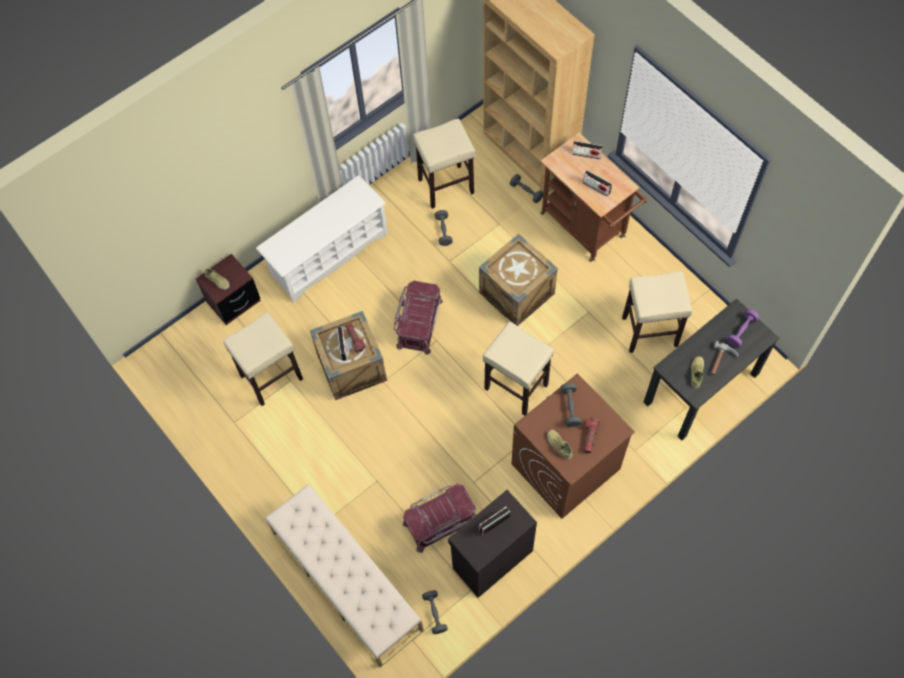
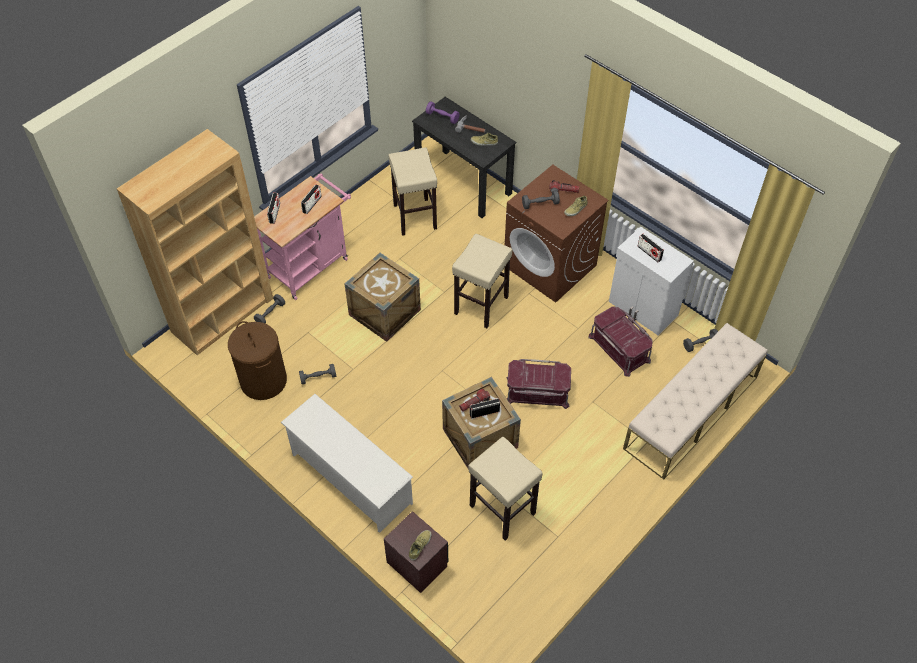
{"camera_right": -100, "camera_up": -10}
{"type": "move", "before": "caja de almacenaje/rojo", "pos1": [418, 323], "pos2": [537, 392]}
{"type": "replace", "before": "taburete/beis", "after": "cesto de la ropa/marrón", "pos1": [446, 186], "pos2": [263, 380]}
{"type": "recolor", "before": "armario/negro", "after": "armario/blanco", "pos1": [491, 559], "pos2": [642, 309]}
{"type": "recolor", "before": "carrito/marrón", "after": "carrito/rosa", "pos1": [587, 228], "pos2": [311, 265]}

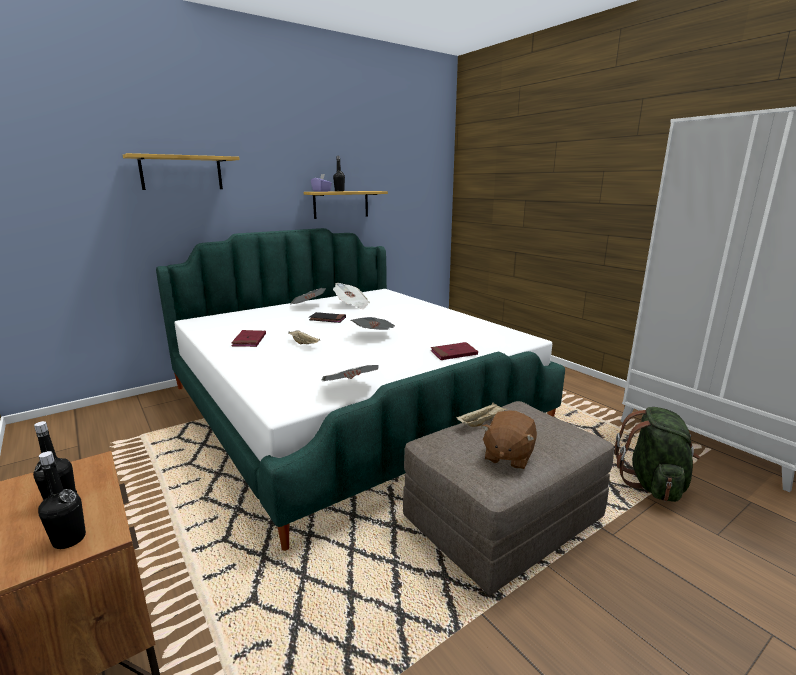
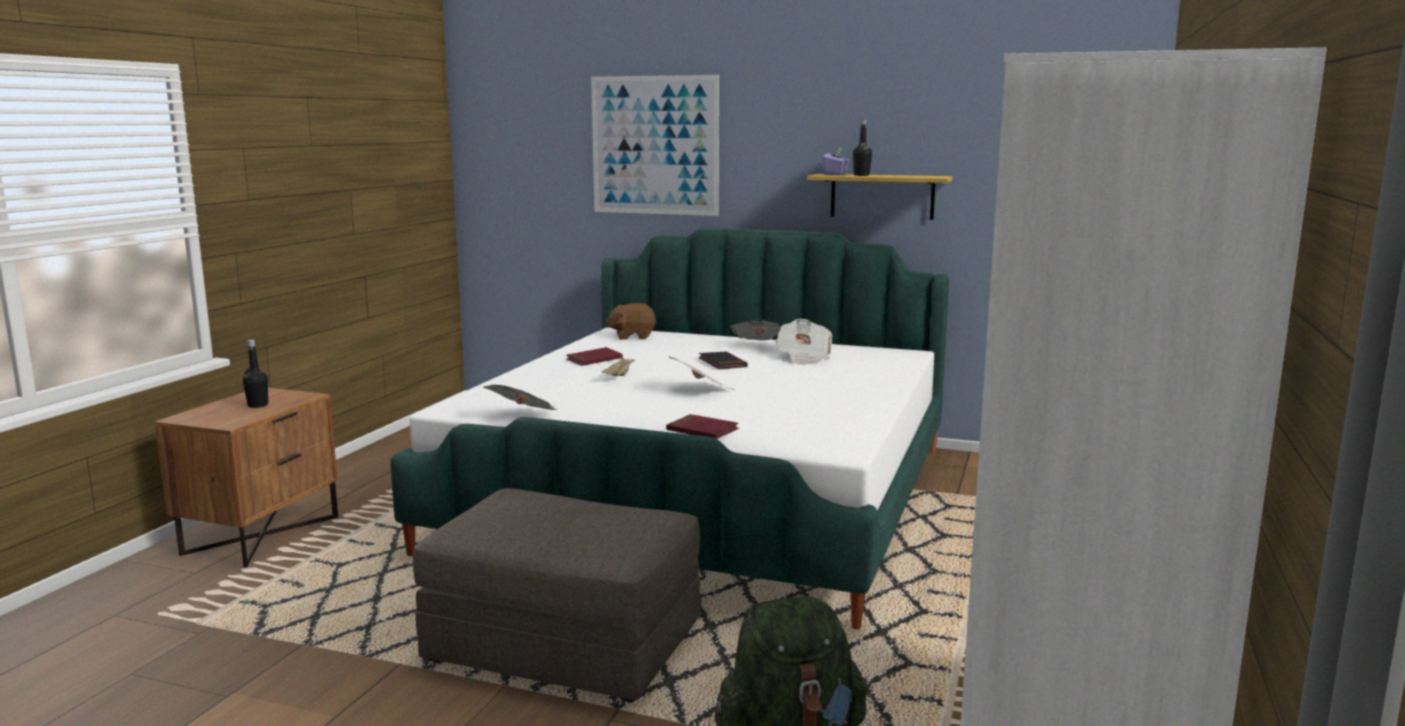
{"camera_right": 55, "camera_up": -5}
{"type": "delete", "before": "botella/negro", "pos1": [69, 539]}
{"type": "replace", "before": "estante", "after": "cuadro", "pos1": [181, 173], "pos2": [654, 145]}
{"type": "delete", "before": "bandeja/beis", "pos1": [481, 422]}
{"type": "move", "before": "peluche/marrón", "pos1": [507, 456], "pos2": [632, 336]}

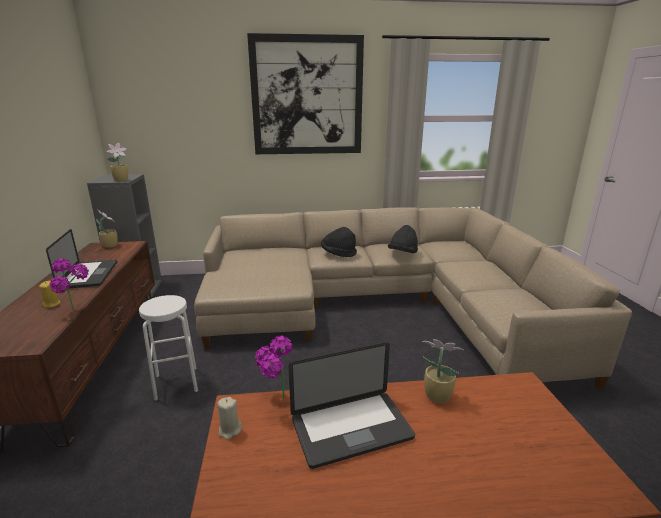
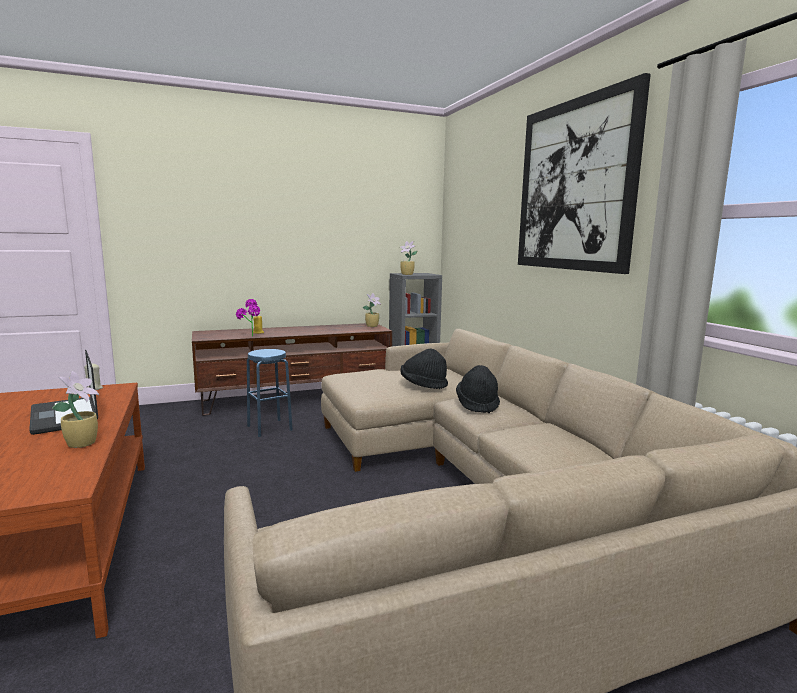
{"camera_right": 75, "camera_up": -10}
{"type": "delete", "before": "portátil", "pos1": [89, 275]}
{"type": "recolor", "before": "taburete/blanco", "after": "taburete/azul", "pos1": [176, 383], "pos2": [269, 428]}
{"type": "delete", "before": "planta en maceta", "pos1": [275, 400]}
{"type": "move", "before": "sombrero/negro", "pos1": [403, 253], "pos2": [423, 385]}

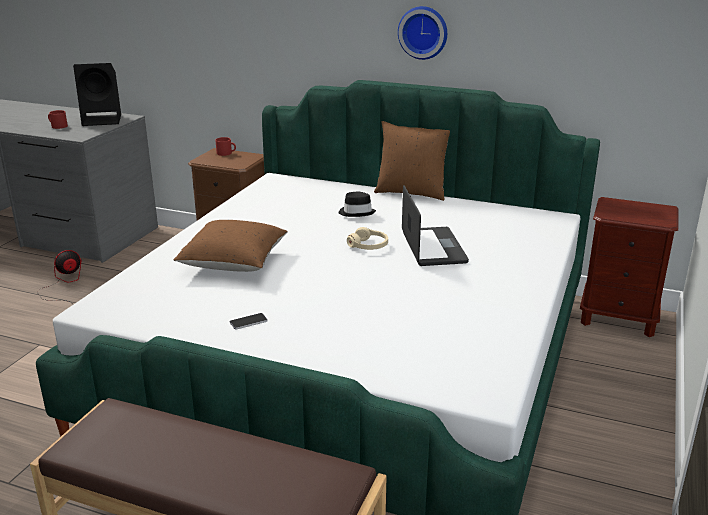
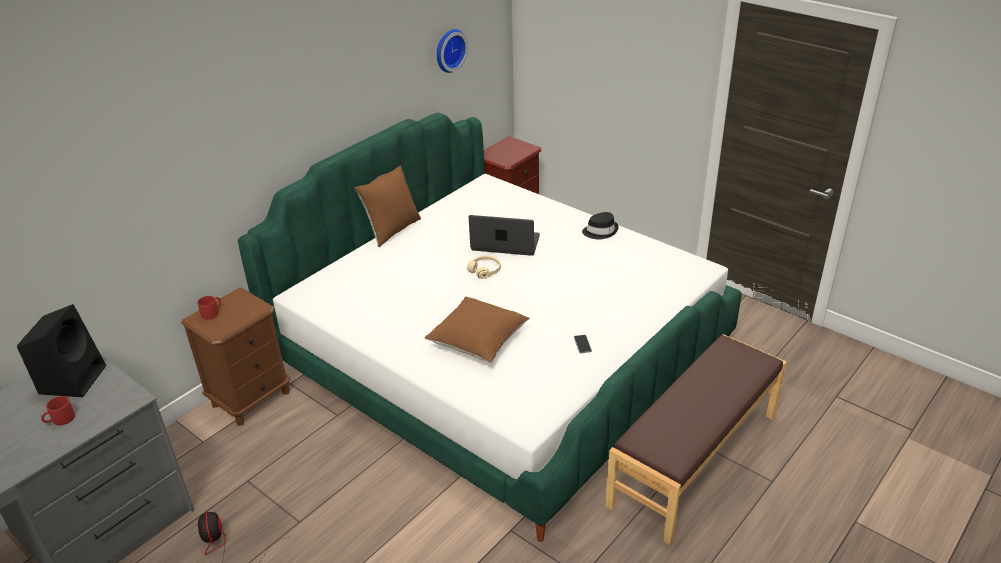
{"camera_right": -70, "camera_up": 10}
{"type": "move", "before": "sombrero/negro", "pos1": [356, 212], "pos2": [600, 231]}
{"type": "move", "before": "reloj de pared", "pos1": [423, 32], "pos2": [449, 50]}

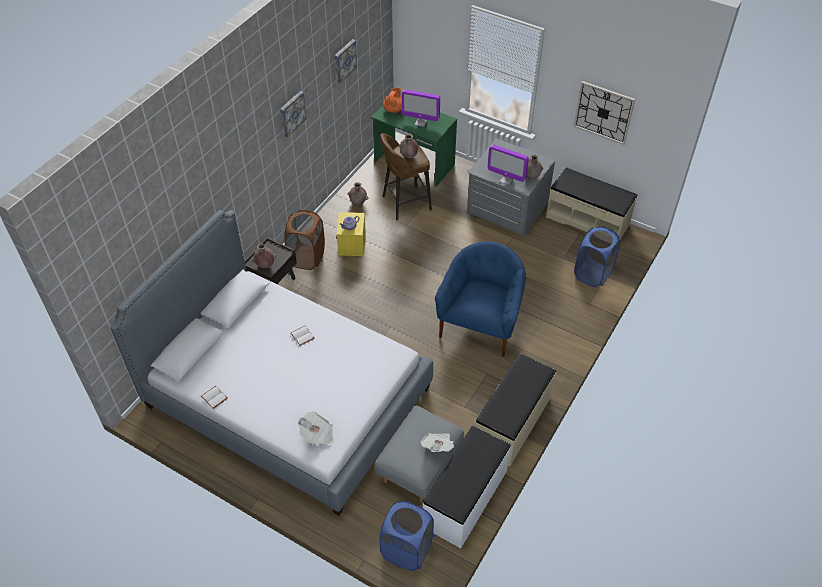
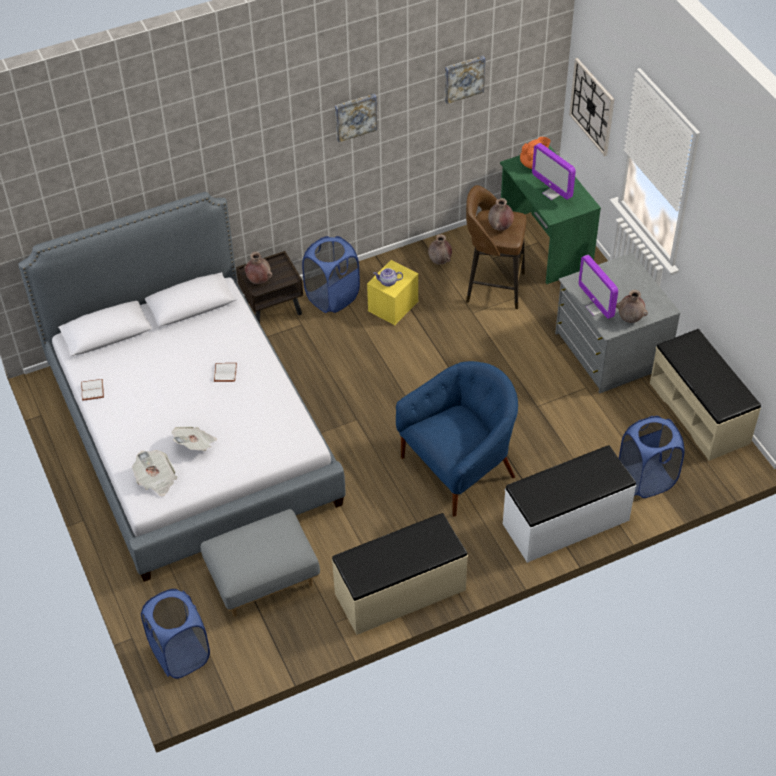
{"camera_right": 35, "camera_up": 0}
{"type": "recolor", "before": "cesto de la ropa/marrón", "after": "cesto de la ropa/azul", "pos1": [307, 257], "pos2": [332, 297]}
{"type": "move", "before": "periódico", "pos1": [438, 446], "pos2": [195, 445]}
{"type": "move", "before": "banco/blanco", "pos1": [466, 499], "pos2": [566, 523]}
{"type": "move", "before": "reloj de pared", "pos1": [603, 112], "pos2": [592, 106]}

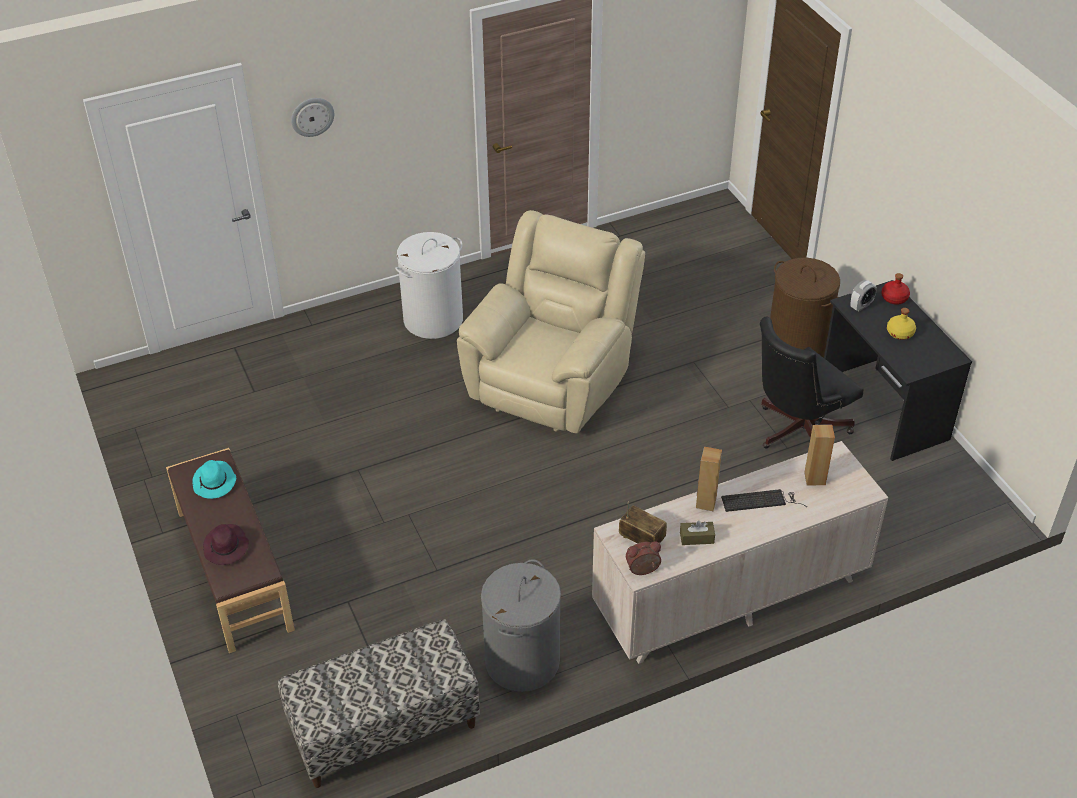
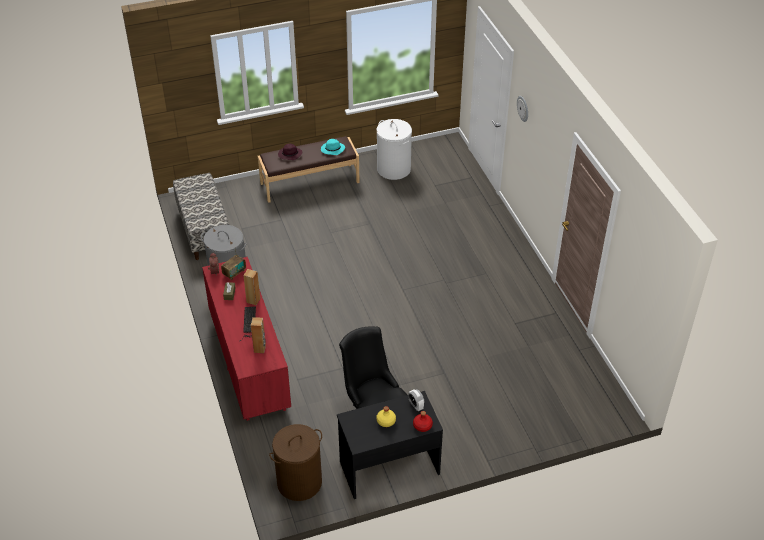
{"camera_right": 95, "camera_up": 0}
{"type": "move", "before": "cesto de la ropa/blanco", "pos1": [433, 320], "pos2": [393, 169]}
{"type": "delete", "before": "sillón/beis", "pos1": [552, 380]}
{"type": "recolor", "before": "cómoda/beis", "after": "cómoda/rojo", "pos1": [730, 596], "pos2": [249, 363]}
{"type": "move", "before": "cesto de la ropa/marrón", "pos1": [796, 346], "pos2": [299, 482]}

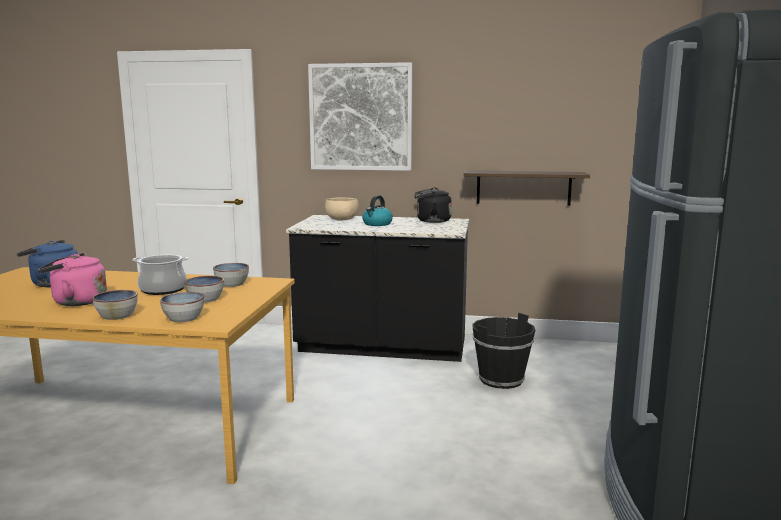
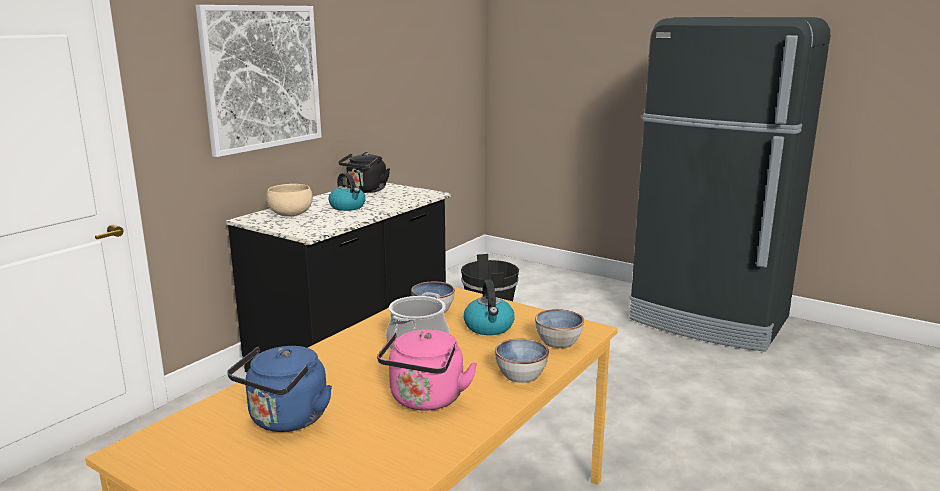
{"camera_right": -65, "camera_up": 5}
{"type": "replace", "before": "cuenco", "after": "hervidor", "pos1": [206, 299], "pos2": [489, 327]}
{"type": "delete", "before": "estante", "pos1": [523, 188]}

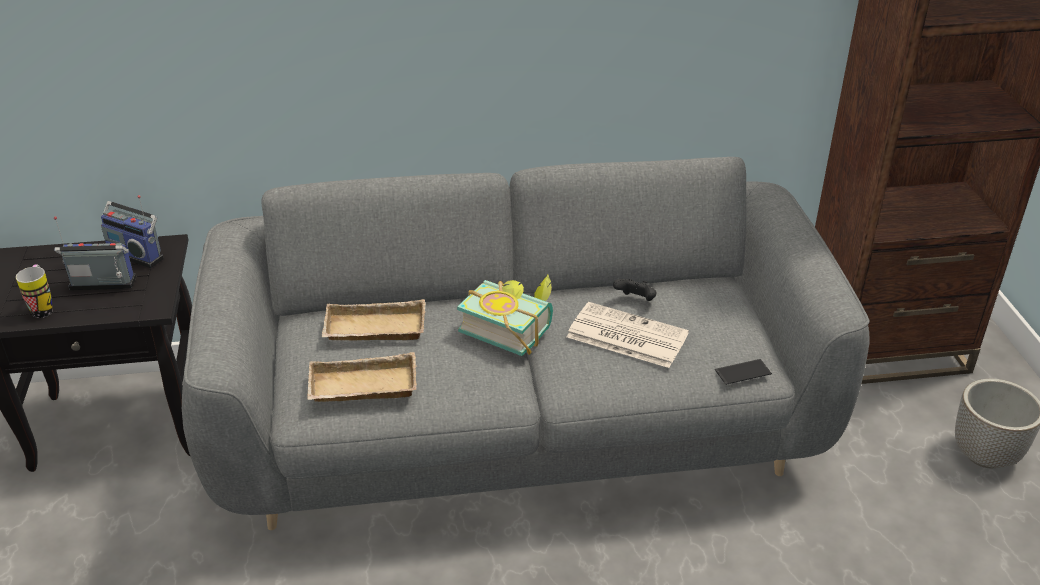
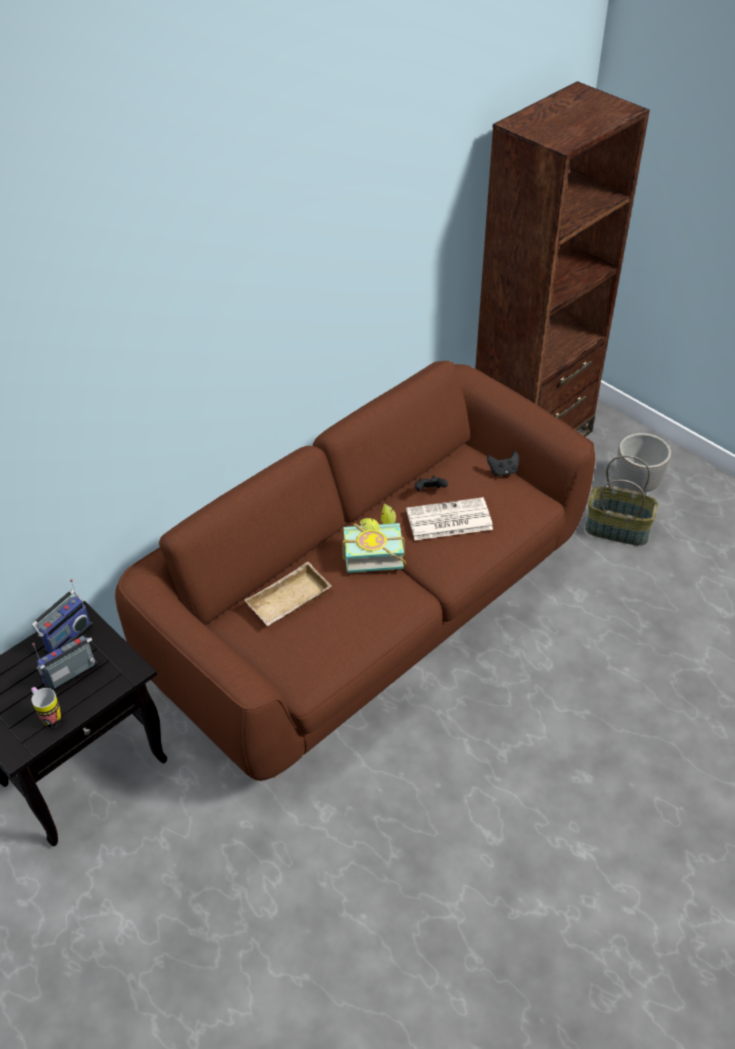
{"camera_right": -35, "camera_up": 10}
{"type": "rotate", "before": "radio", "pos1": [137, 254], "pos2": [66, 636], "turn": -45}
{"type": "recolor", "before": "sofá/gris", "after": "sofá/marrón", "pos1": [519, 431], "pos2": [369, 615]}
{"type": "delete", "before": "bandeja/beis", "pos1": [361, 388]}
{"type": "delete", "before": "móvil", "pos1": [743, 372]}
{"type": "insert", "after": "mando de consola/negro", "pos2": [503, 471]}
{"type": "insert", "after": "cesta", "pos2": [618, 529]}

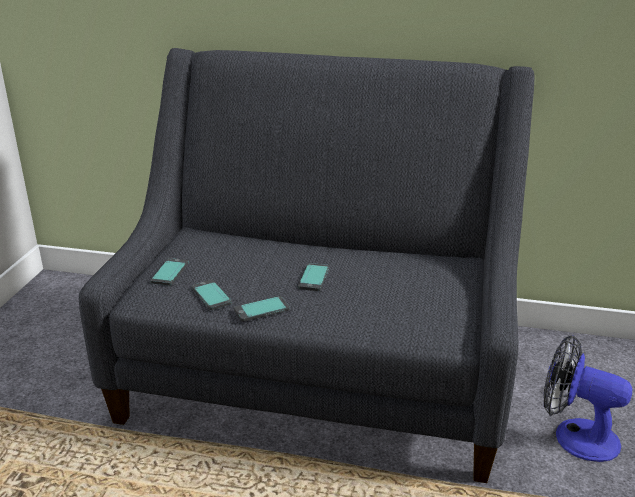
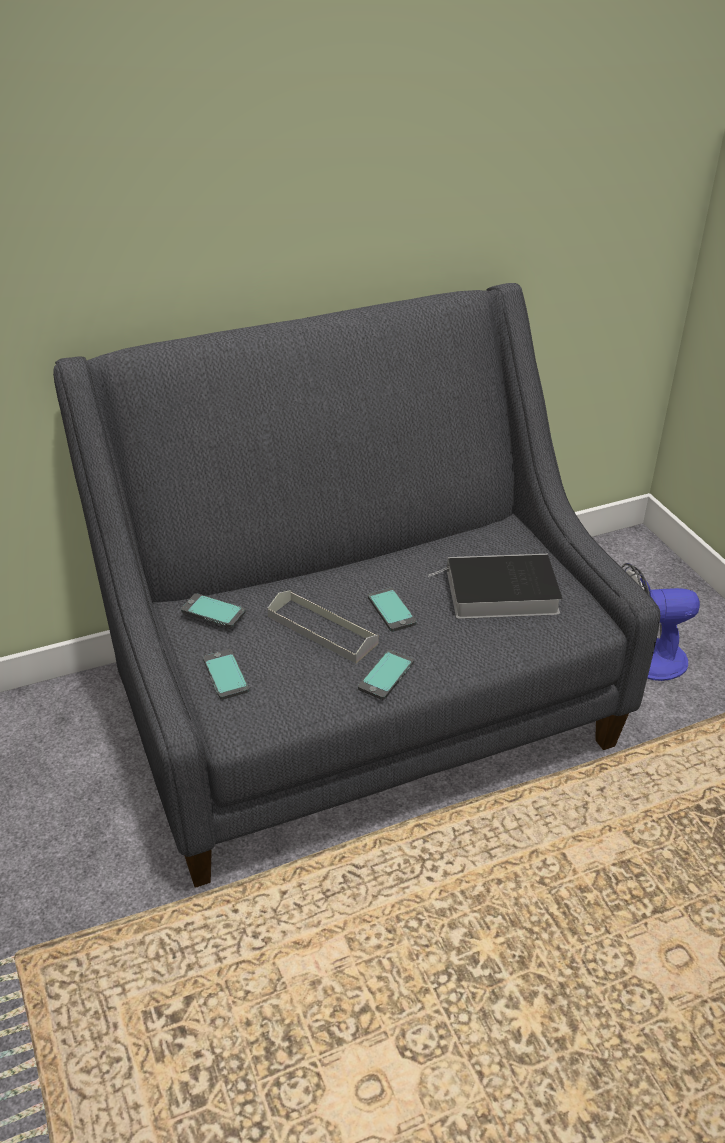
{"camera_right": -35, "camera_up": 10}
{"type": "move", "before": "móvil", "pos1": [211, 296], "pos2": [213, 612]}
{"type": "insert", "after": "bandeja/gris", "pos2": [322, 630]}
{"type": "insert", "after": "libro", "pos2": [498, 593]}

